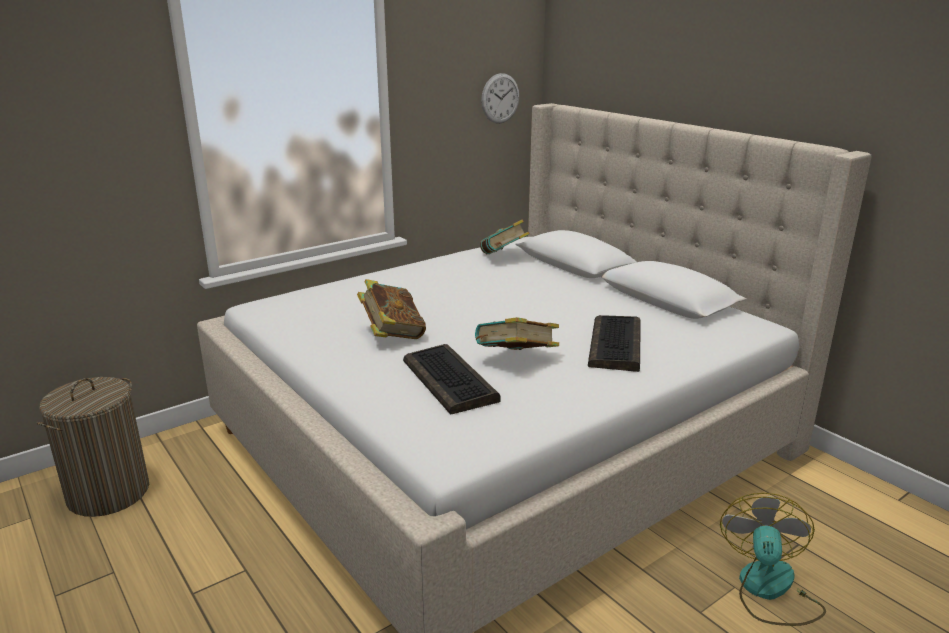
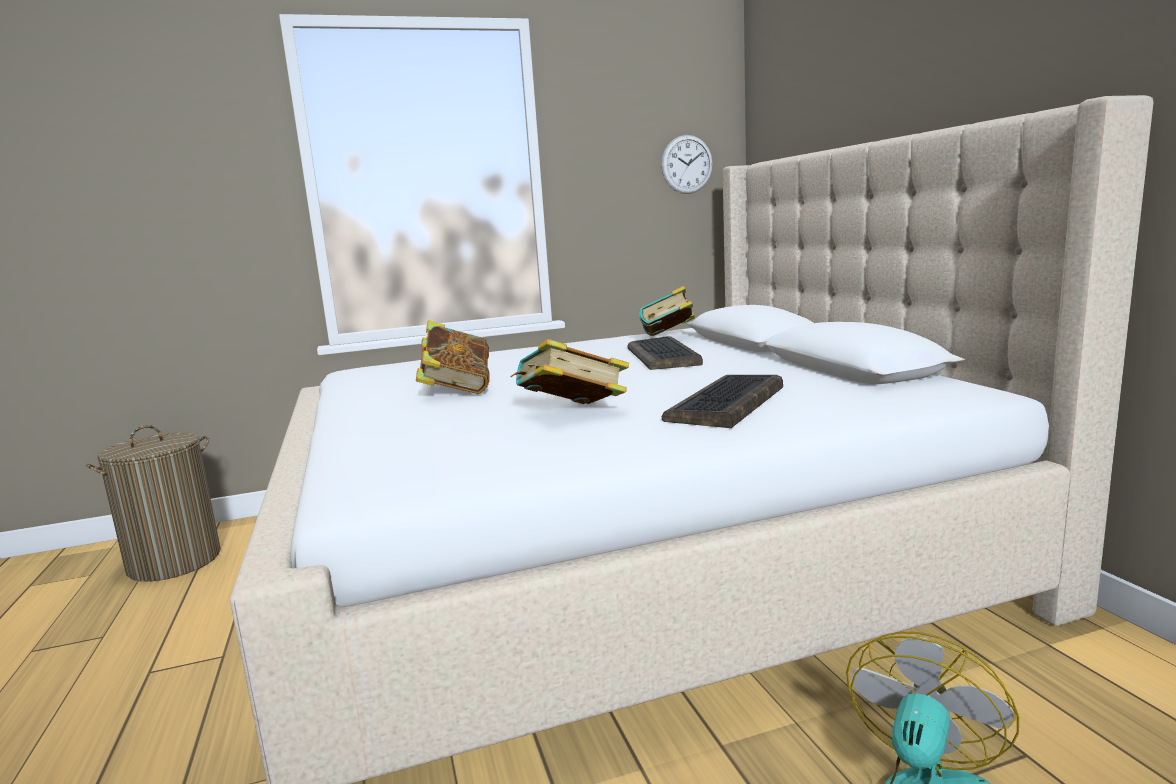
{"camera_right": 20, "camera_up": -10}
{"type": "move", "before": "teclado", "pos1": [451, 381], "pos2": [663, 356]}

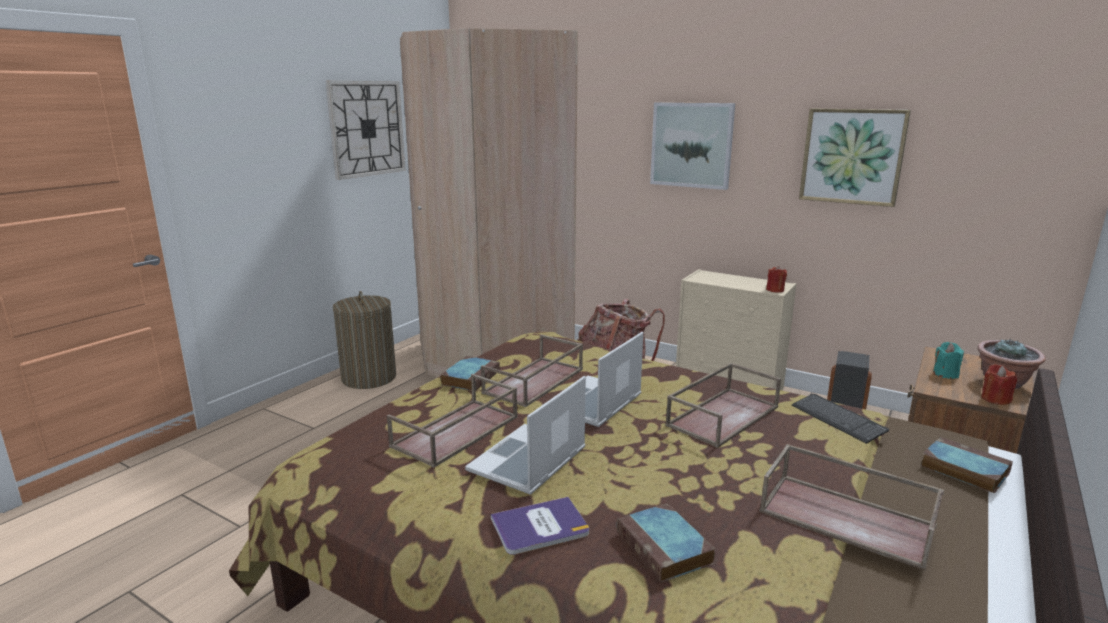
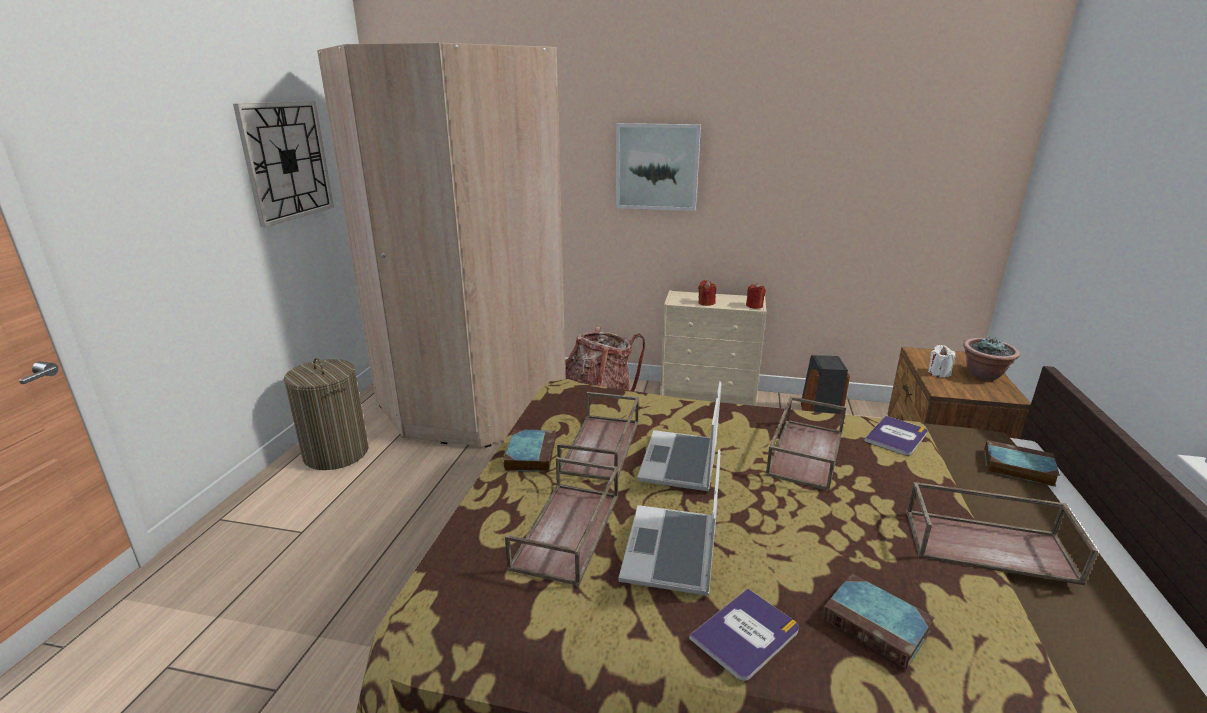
{"camera_right": -20, "camera_up": 5}
{"type": "replace", "before": "teclado", "after": "libro", "pos1": [838, 419], "pos2": [896, 436]}
{"type": "delete", "before": "cuadro", "pos1": [852, 156]}
{"type": "recolor", "before": "vela/turquesa", "after": "vela/blanco", "pos1": [945, 374], "pos2": [938, 373]}
{"type": "move", "before": "vela/rojo", "pos1": [995, 399], "pos2": [706, 303]}

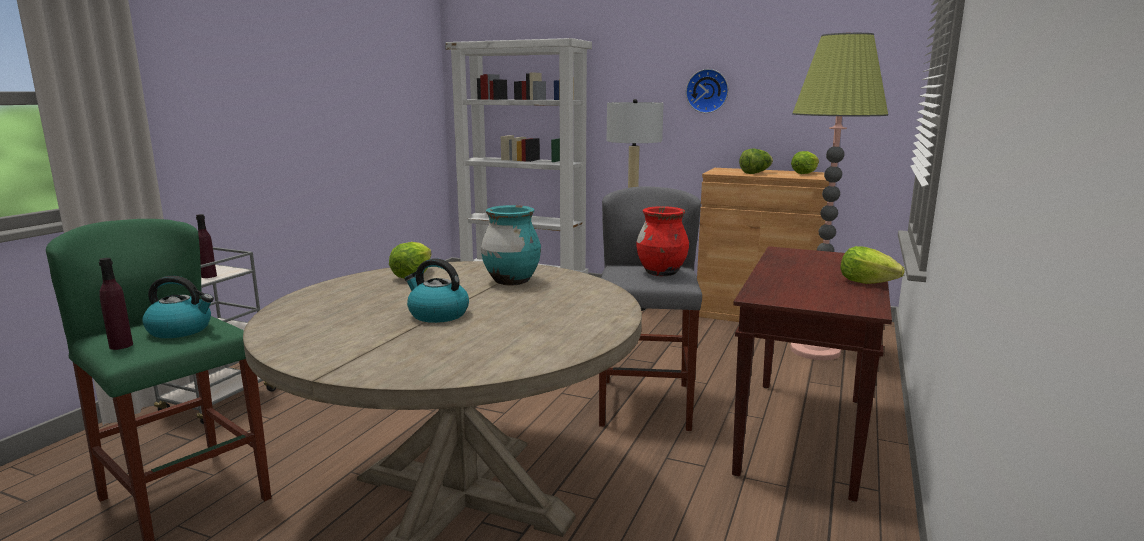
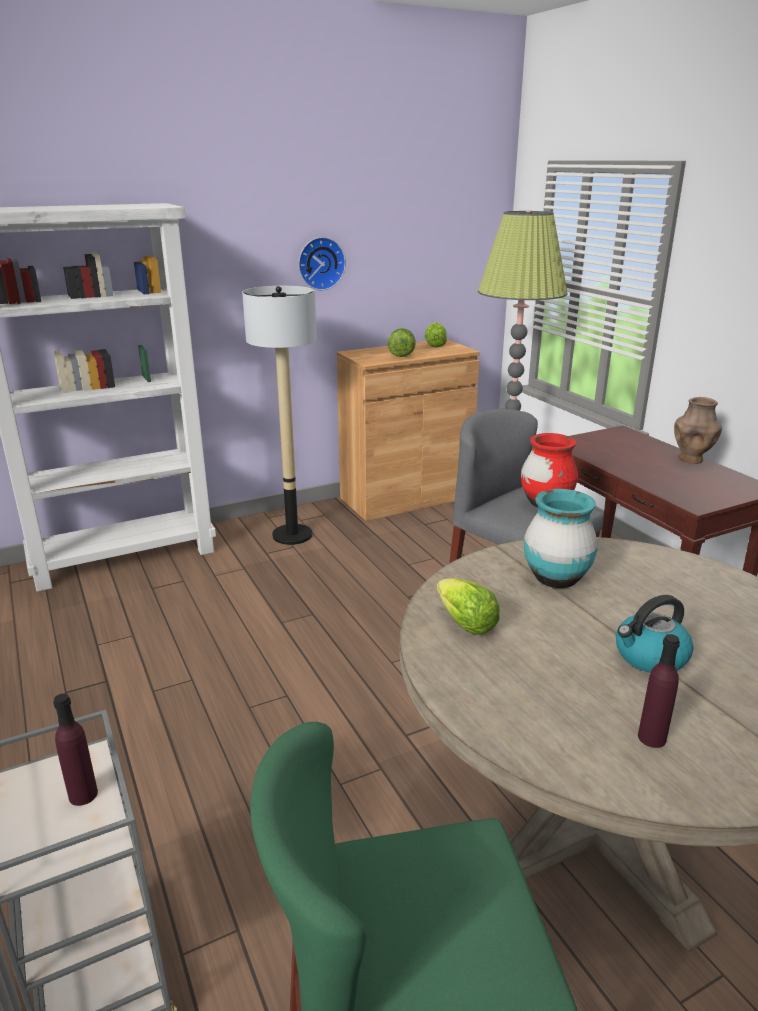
{"camera_right": -50, "camera_up": 10}
{"type": "move", "before": "botella/morado", "pos1": [121, 345], "pos2": [651, 738]}
{"type": "delete", "before": "hervidor", "pos1": [181, 330]}
{"type": "replace", "before": "lechuga", "after": "florero/marrón", "pos1": [866, 282], "pos2": [691, 459]}

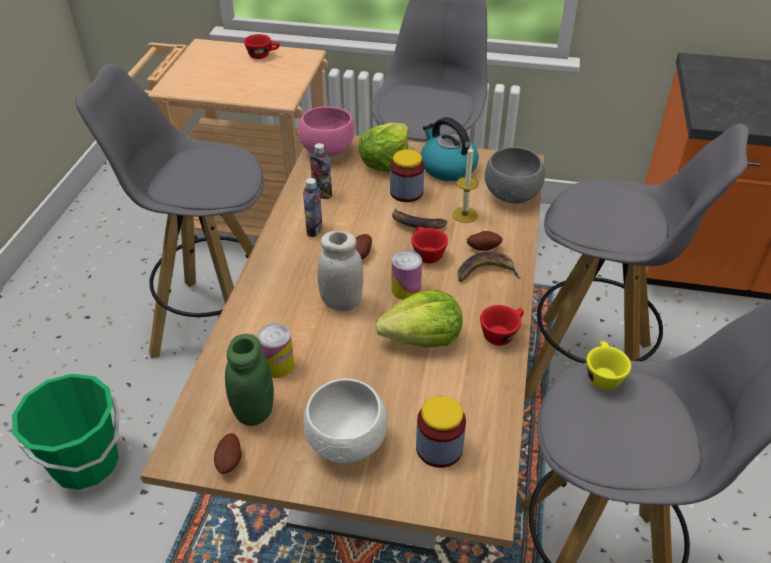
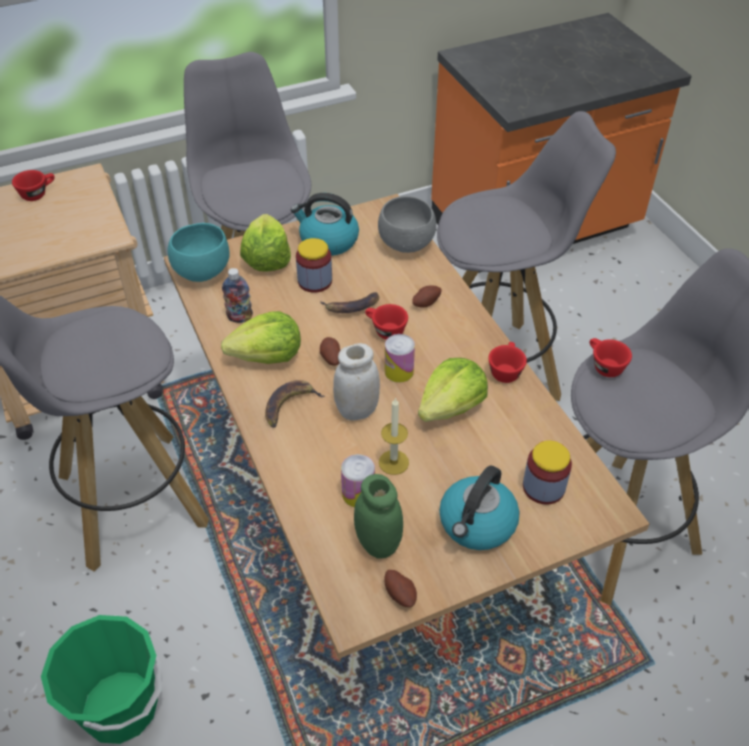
{"camera_right": -35, "camera_up": 5}
{"type": "recolor", "before": "cuenco/rosa", "after": "cuenco/turquesa", "pos1": [327, 151], "pos2": [201, 272]}
{"type": "replace", "before": "botella", "after": "lechuga", "pos1": [314, 230], "pos2": [267, 356]}
{"type": "replace", "before": "cuenco/blanco", "after": "hervidor", "pos1": [348, 444], "pos2": [477, 524]}
{"type": "move", "before": "vela", "pos1": [464, 215], "pos2": [393, 462]}
{"type": "move", "before": "plátano", "pos1": [486, 272], "pos2": [290, 405]}
{"type": "recolor", "before": "taza/amarillo", "after": "taza/rojo", "pos1": [602, 375], "pos2": [603, 365]}

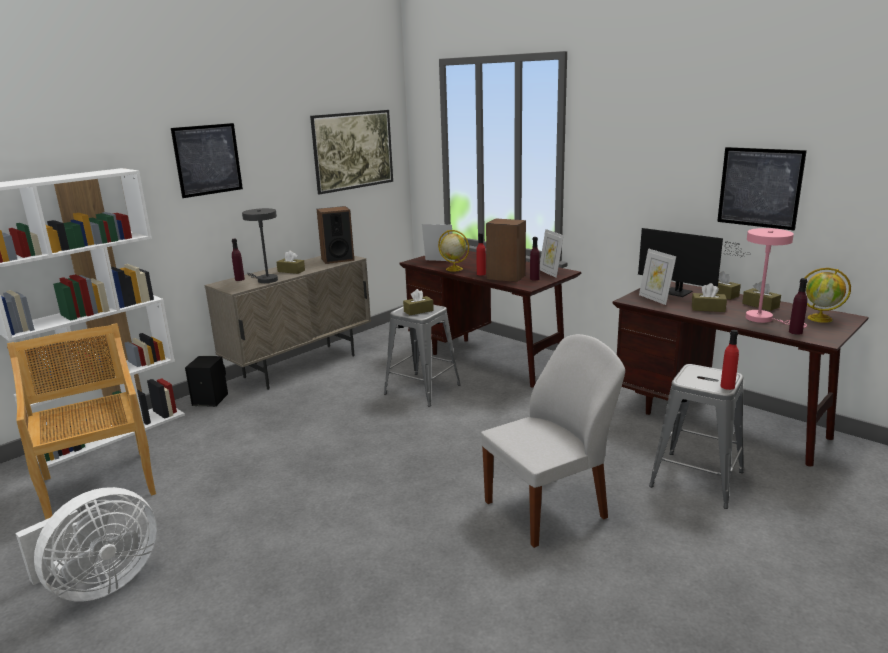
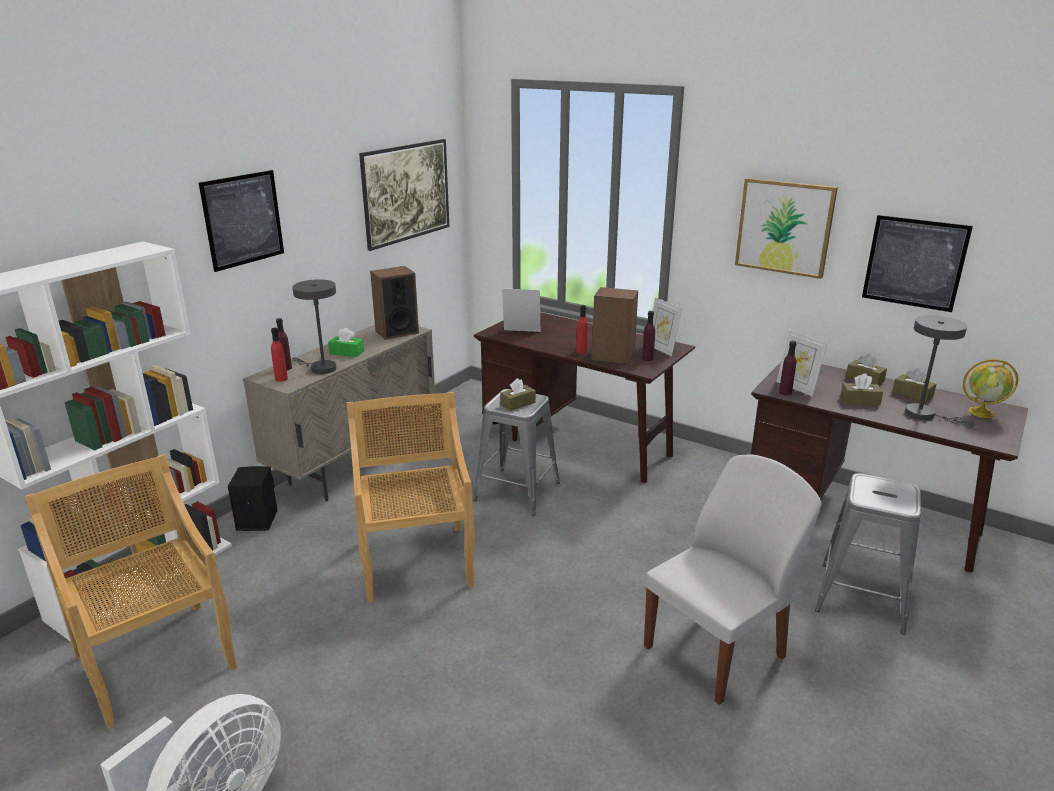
{"camera_right": -10, "camera_up": 5}
{"type": "recolor", "before": "caja de pañuelos/marrón", "after": "caja de pañuelos/verde", "pos1": [291, 271], "pos2": [346, 352]}
{"type": "delete", "before": "globo terráqueo", "pos1": [453, 269]}
{"type": "delete", "before": "monitor", "pos1": [680, 293]}
{"type": "move", "before": "botella/rojo", "pos1": [727, 386], "pos2": [281, 379]}
{"type": "recolor", "before": "lámpara de mesa/rosa", "after": "lámpara de mesa/gris", "pos1": [764, 319], "pos2": [925, 415]}
{"type": "move", "before": "botella/morado", "pos1": [795, 332], "pos2": [785, 392]}
{"type": "insert", "after": "silla/beis", "pos2": [415, 561]}
{"type": "insert", "after": "cuadro", "pos2": [784, 227]}

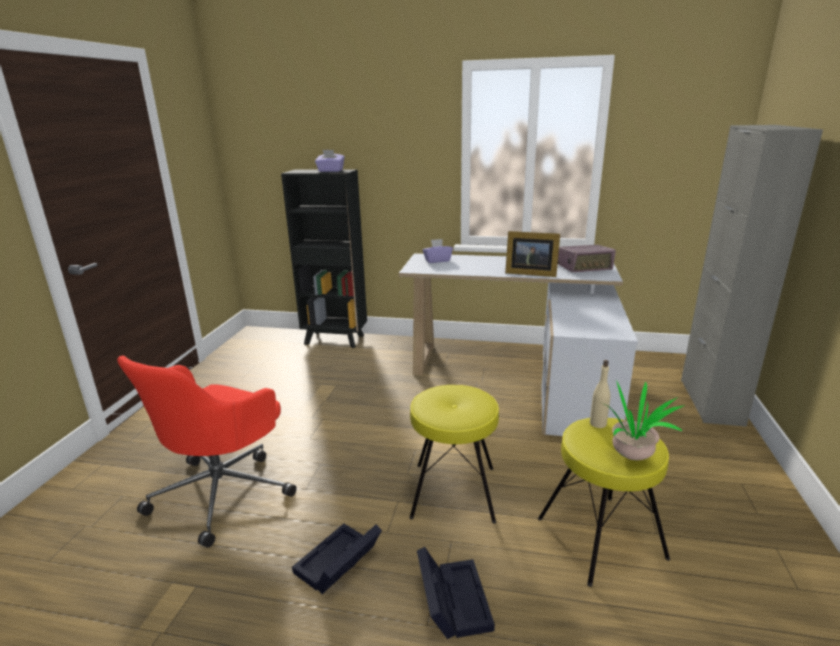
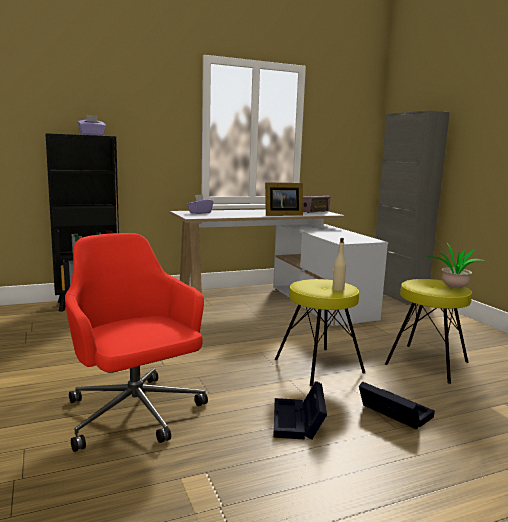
{"camera_right": -35, "camera_up": -10}
{"type": "rotate", "before": "silla de oficina/rojo", "pos1": [223, 491], "pos2": [135, 414], "turn": 150}
{"type": "move", "before": "botella/beis", "pos1": [597, 423], "pos2": [338, 289]}

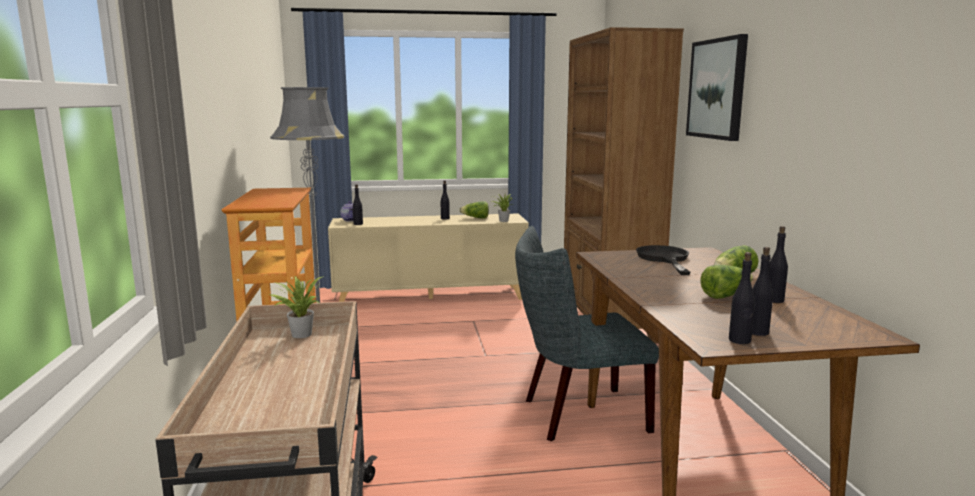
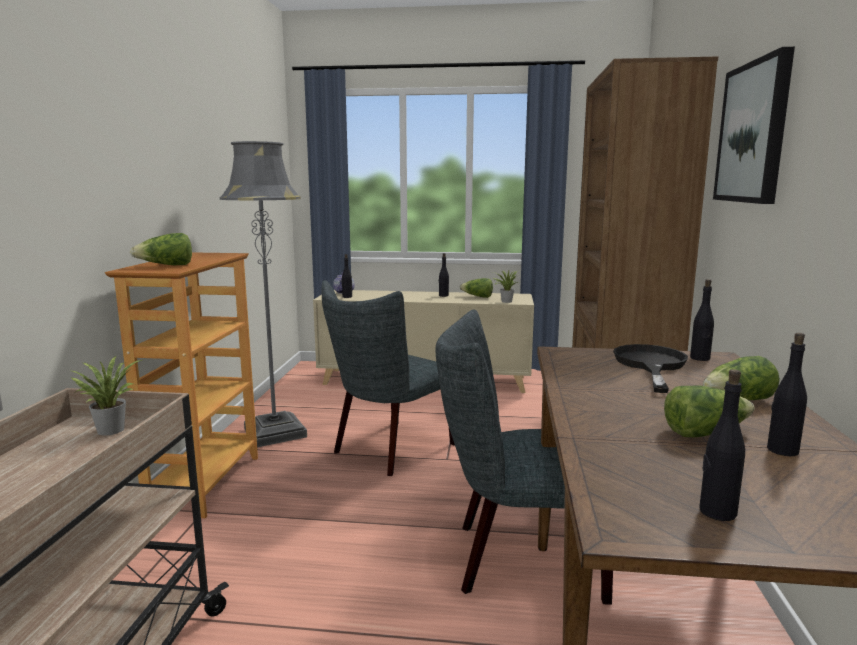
{"camera_right": 15, "camera_up": 0}
{"type": "move", "before": "botella/negro", "pos1": [739, 340], "pos2": [700, 358]}
{"type": "insert", "after": "lechuga", "pos2": [166, 266]}
{"type": "insert", "after": "silla/gris", "pos2": [389, 450]}

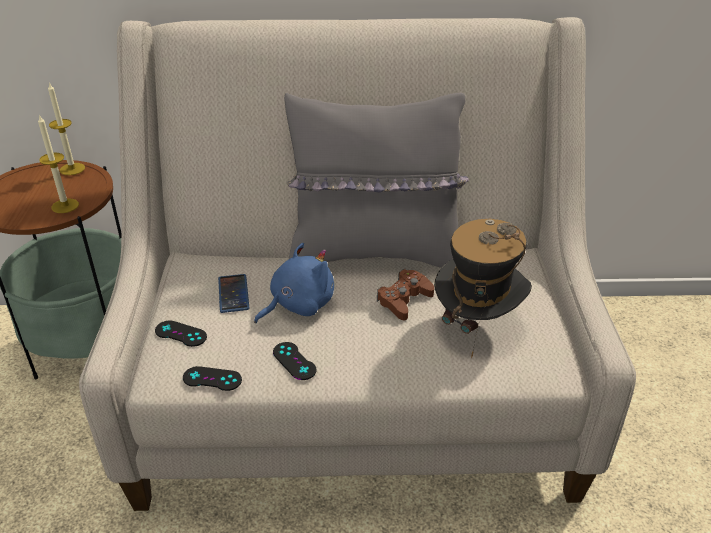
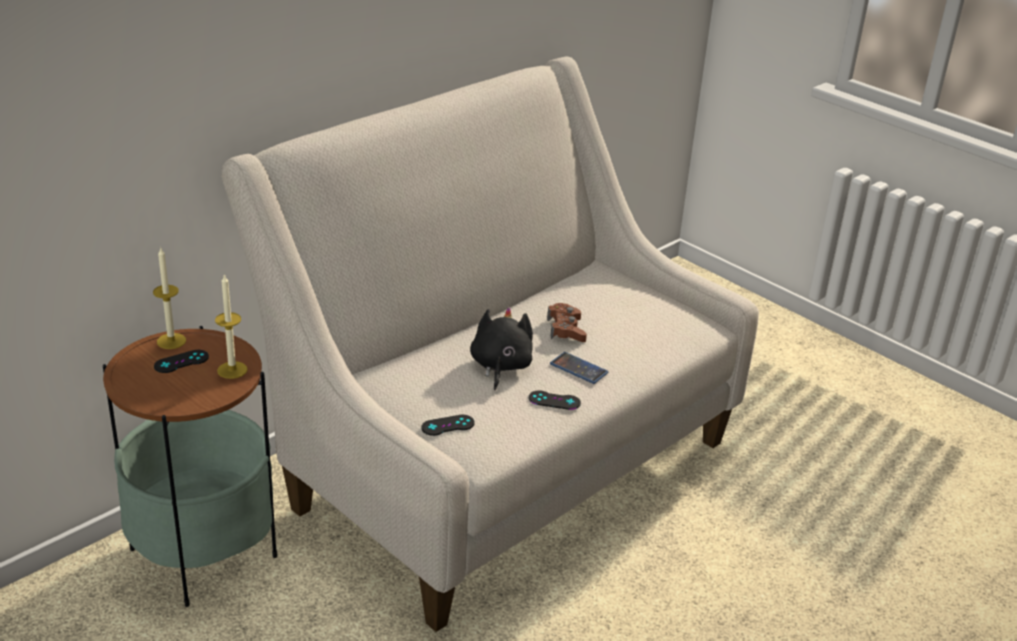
{"camera_right": -45, "camera_up": -5}
{"type": "move", "before": "mando de consola/negro", "pos1": [212, 379], "pos2": [181, 362]}
{"type": "move", "before": "móvil", "pos1": [233, 294], "pos2": [578, 368]}
{"type": "recolor", "before": "peluche/azul", "after": "peluche/negro", "pos1": [298, 304], "pos2": [500, 366]}
{"type": "delete", "before": "cojín/gris", "pos1": [374, 254]}
{"type": "delete", "before": "sombrero", "pos1": [477, 326]}

